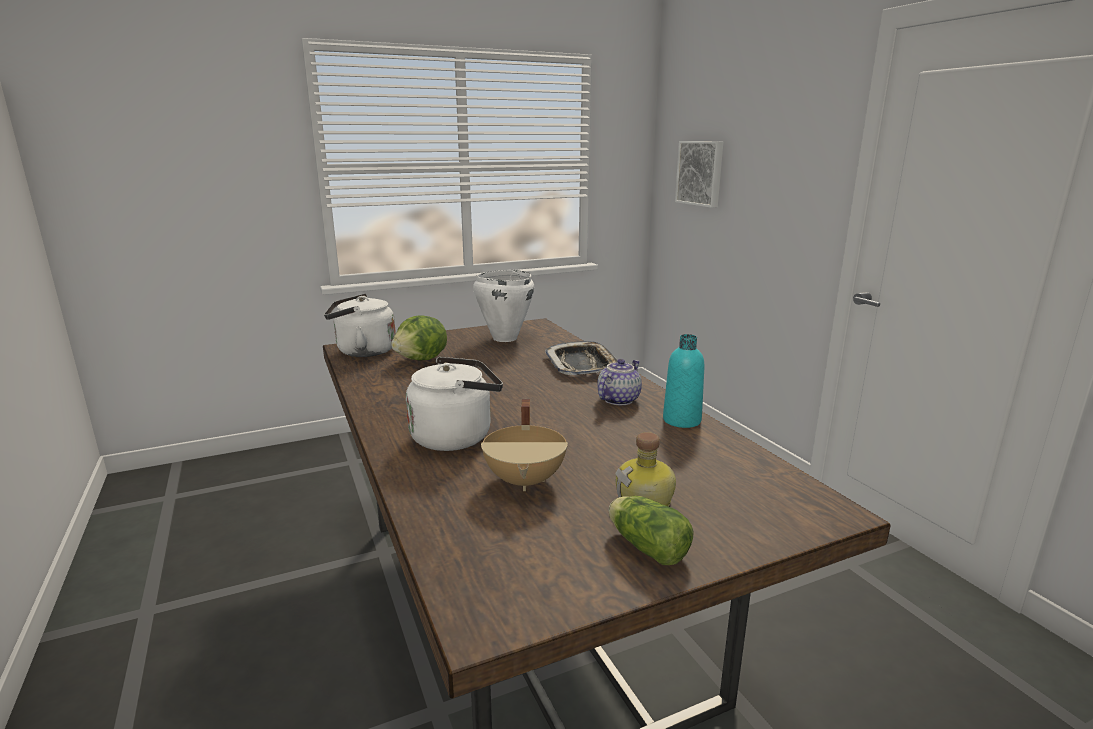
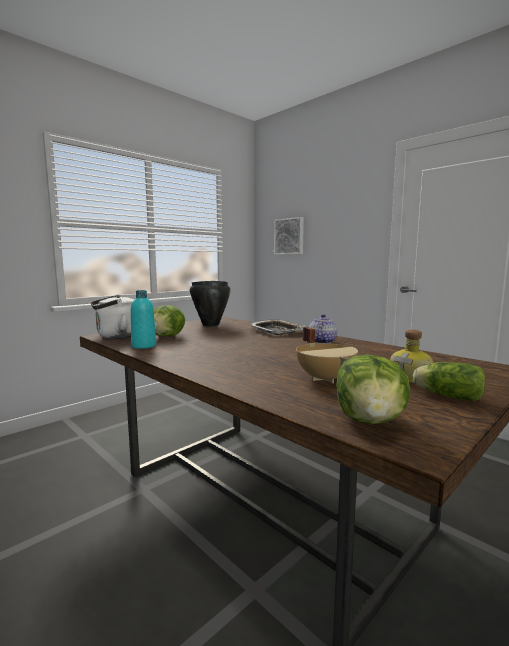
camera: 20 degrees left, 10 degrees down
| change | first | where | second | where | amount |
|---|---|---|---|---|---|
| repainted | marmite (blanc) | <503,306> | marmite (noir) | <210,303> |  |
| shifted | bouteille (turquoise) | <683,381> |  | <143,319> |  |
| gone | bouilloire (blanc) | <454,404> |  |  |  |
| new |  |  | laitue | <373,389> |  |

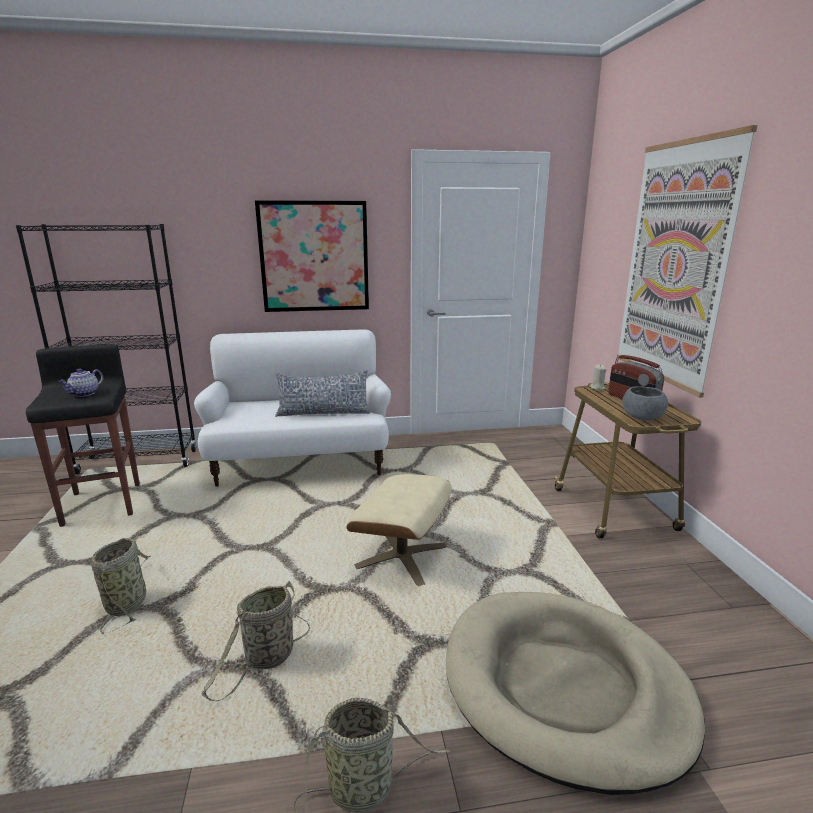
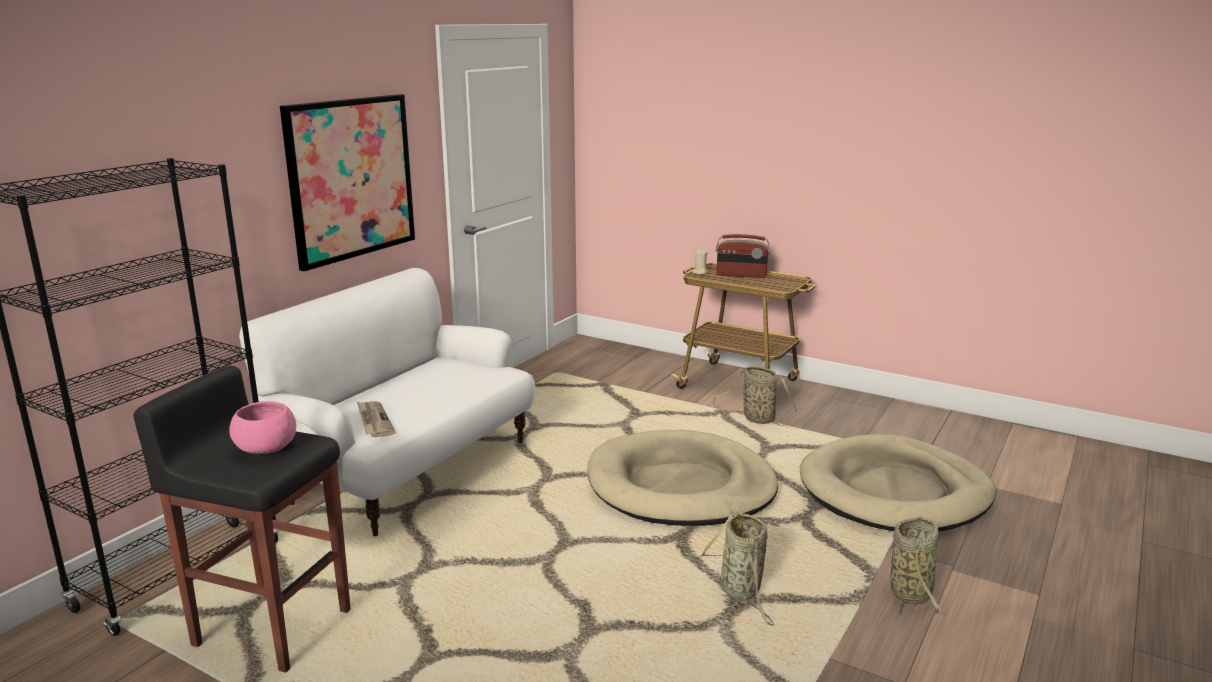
camera: 50 degrees left, 0 degrees up
| change | first | where | second | where | amount |
|---|---|---|---|---|---|
| gone | tableau | <687,261> |  |  |  |
| swapped | théière | <80,383> | bol (rose) | <262,427> |  |
| gone | coussin | <322,394> |  |  |  |
| gone | bol (gris) | <645,403> |  |  |  |
| swapped | pouf (beige) | <399,530> | panier pour chien (beige) | <682,478> |  |
| shifted | panier | <120,586> |  | <755,396> |  |
| new |  |  | journal | <376,419> |  |

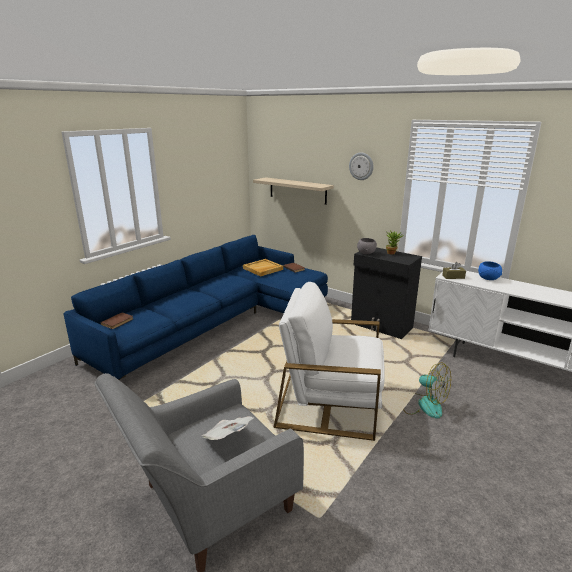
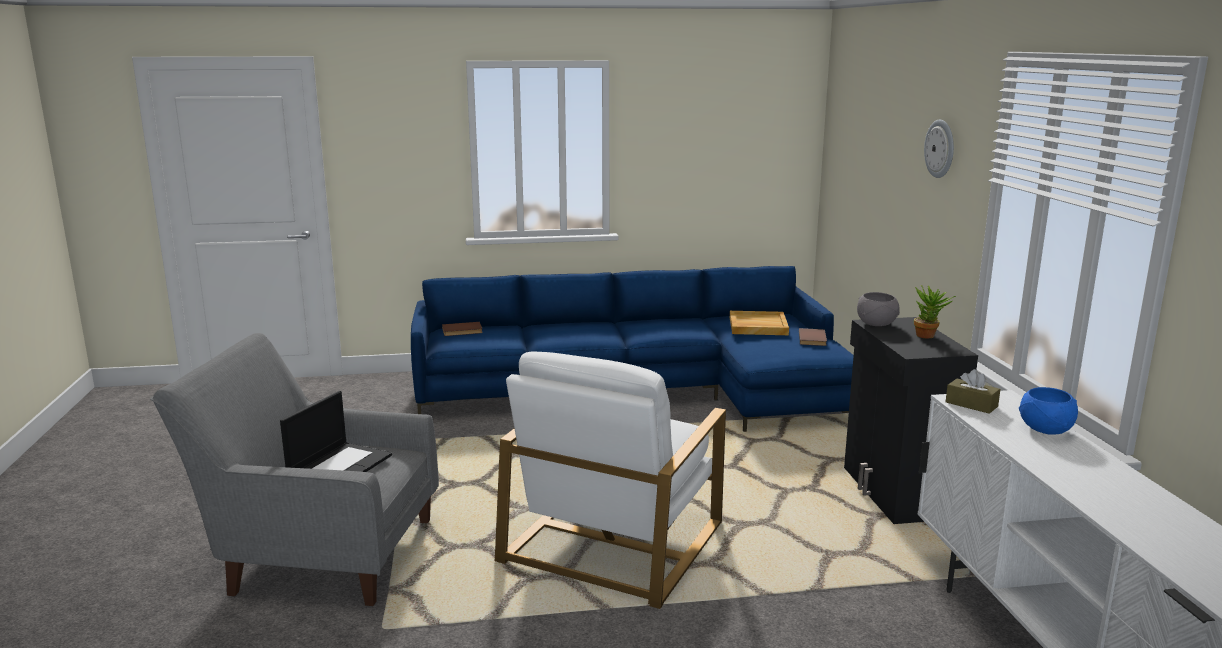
camera: 45 degrees right, 5 degrees down
| change | first | where | second | where | amount |
|---|---|---|---|---|---|
| gone | étagère | <293,191> |  |  |  |
| rotated | fauteuil (blanc) | <329,361> |  | <610,480> | 120 degrees counterclockwise |
| gone | ventilateur | <427,390> |  |  |  |
| swapped | journal | <228,428> | ordinateur portable | <336,431> |  |

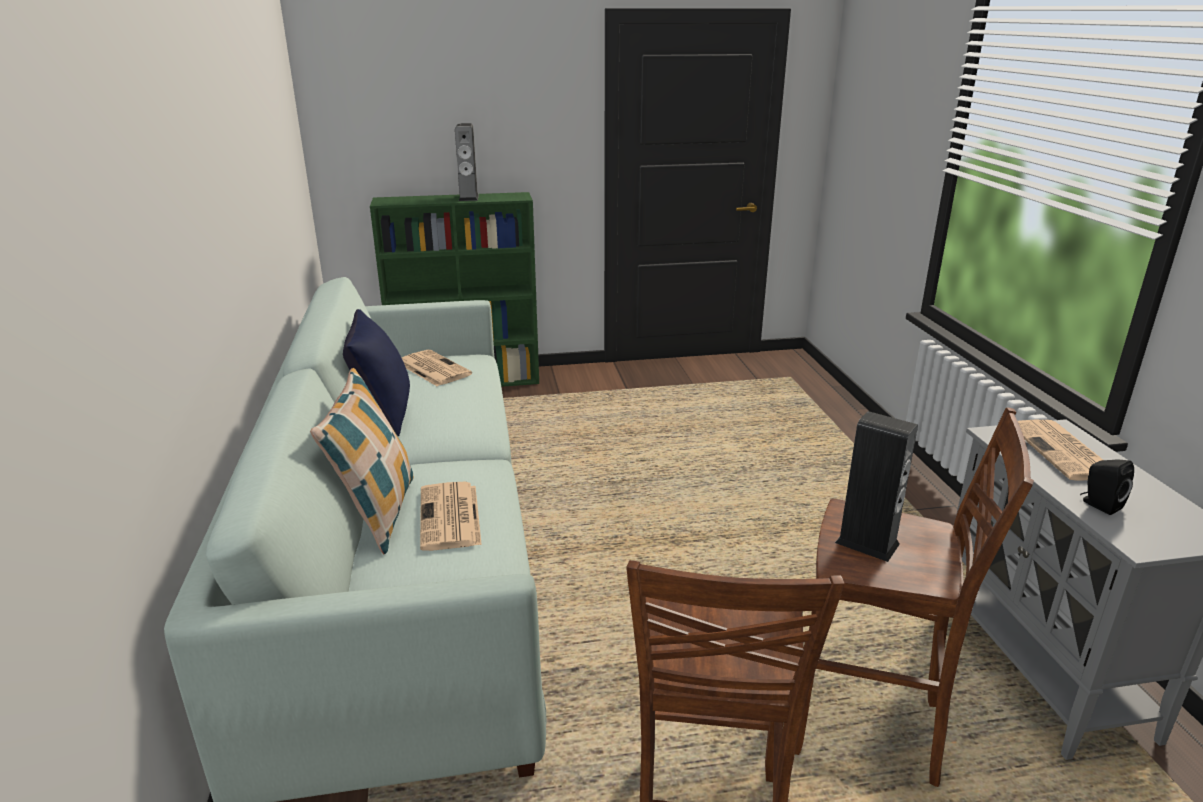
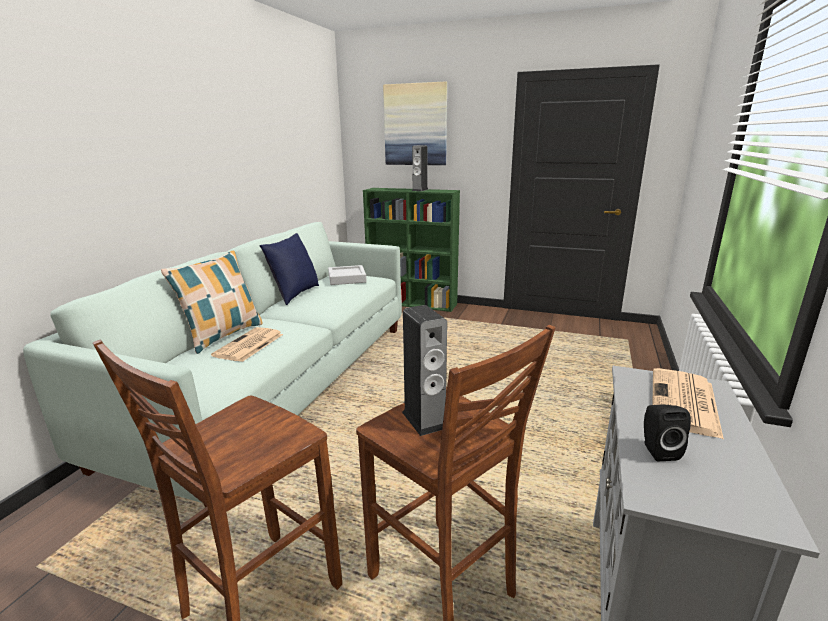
camera: 30 degrees right, 5 degrees down
| change | first | where | second | where | amount |
|---|---|---|---|---|---|
| swapped | journal | <437,368> | plateau (gris) | <347,275> |  |
| new |  |  | tableau | <415,123> |  |

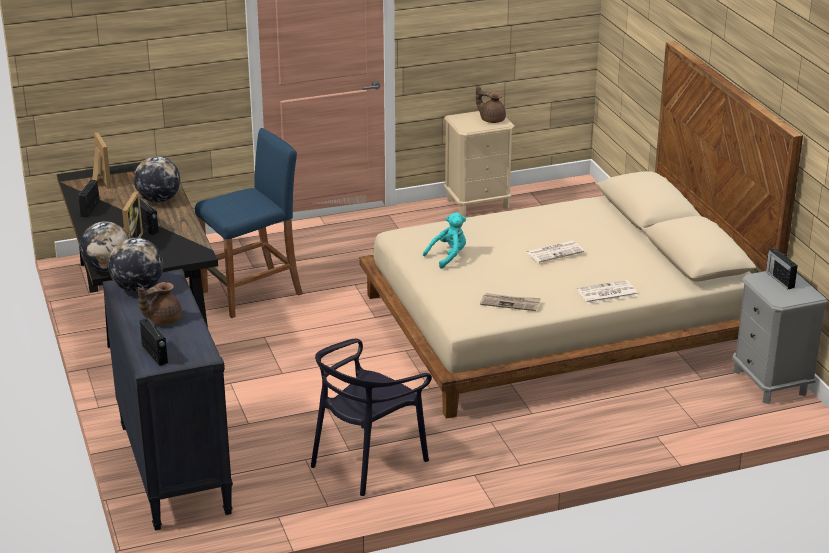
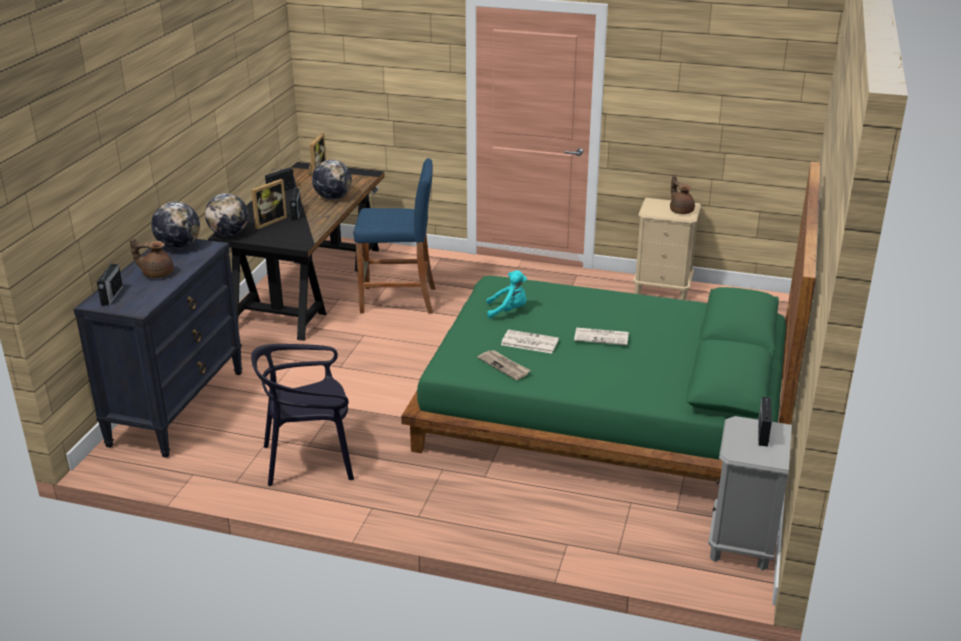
camera: 35 degrees right, 0 degrees up
| change | first | where | second | where | amount |
|---|---|---|---|---|---|
| repainted | lit (beige) | <581,230> | lit (vert) | <611,322> |  |
| shifted | journal | <607,292> |  | <530,342> |  |

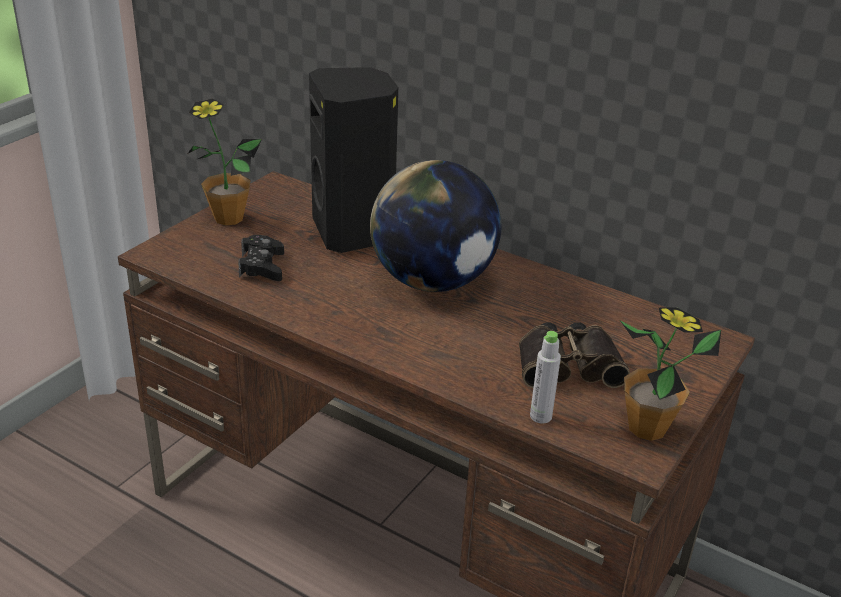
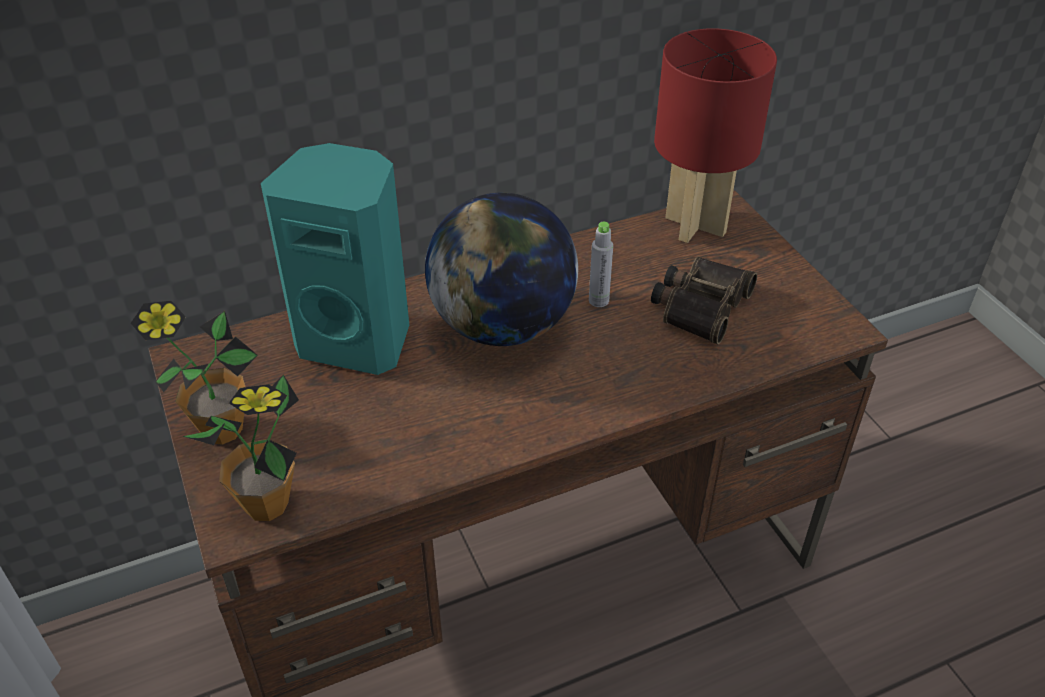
camera: 55 degrees left, 10 degrees up
| change | first | where | second | where | amount |
|---|---|---|---|---|---|
| repainted | enceinte (noir) | <353,160> | enceinte (turquoise) | <335,259> |  |
| gone | manette (noir) | <261,258> |  |  |  |
| shifted | plante en pot | <670,374> |  | <240,448> |  |
| shifted | bouteille (gris) | <545,377> |  | <601,264> |  |
| new |  |  | lampe de table (rouge) | <715,135> |  |

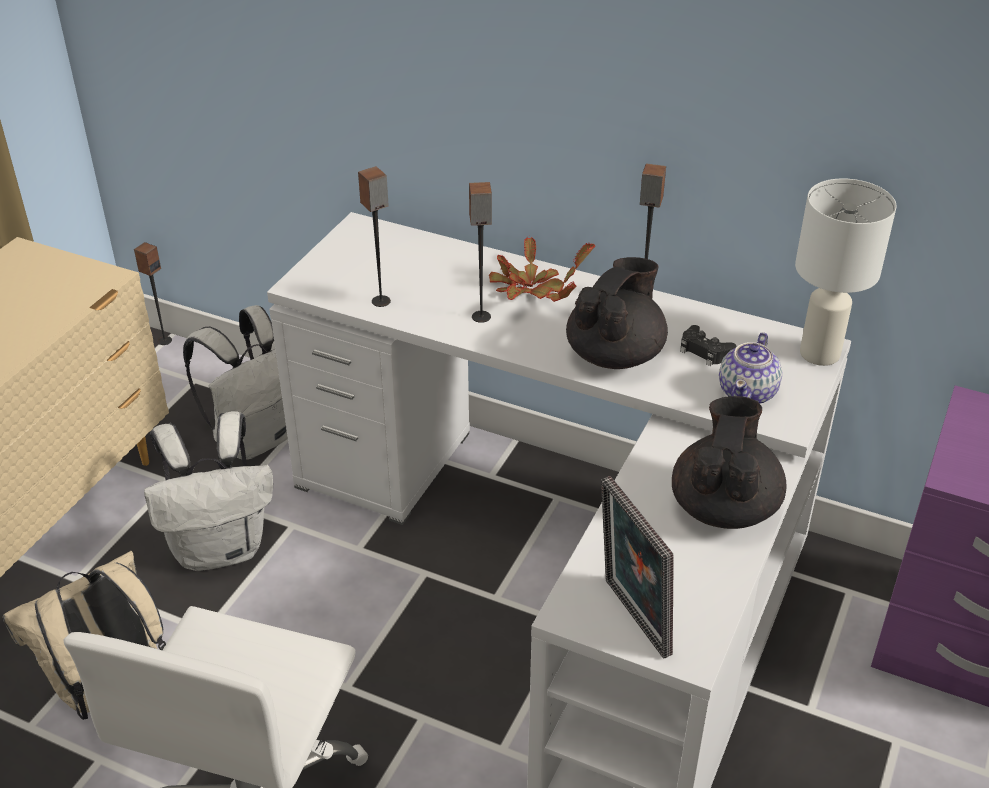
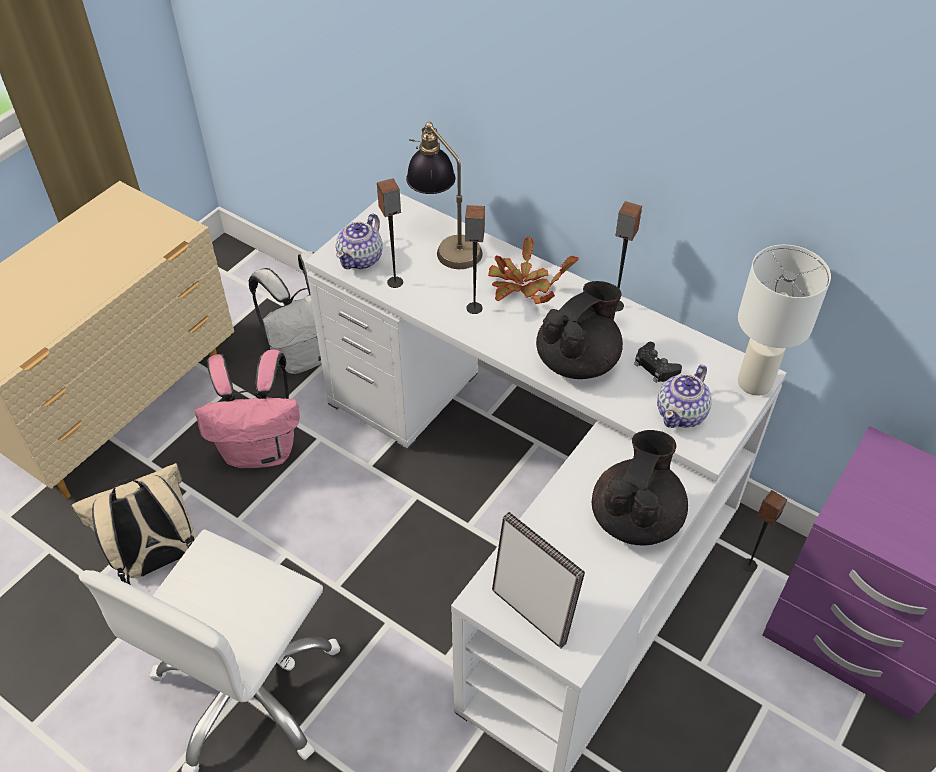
camera: 10 degrees right, 10 degrees up
| change | first | where | second | where | amount |
|---|---|---|---|---|---|
| shifted | enceinte | <153,293> |  | <764,531> |  |
| repainted | sac à dos (blanc) | <208,491> | sac à dos (rose) | <247,408> |  |
| rotated | cadre photo | <637,567> |  | <538,580> | 150 degrees clockwise |
| new |  |  | lampe de table | <444,195> |  |
| new |  |  | théière | <359,241> |  |

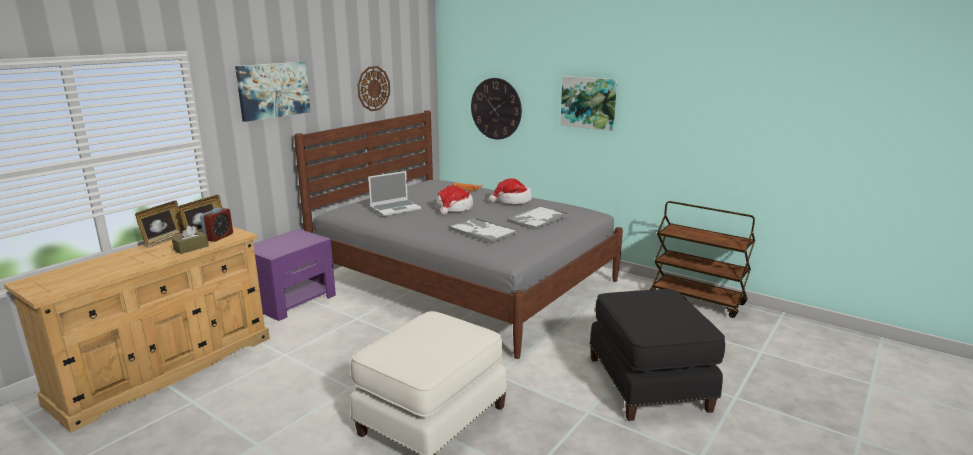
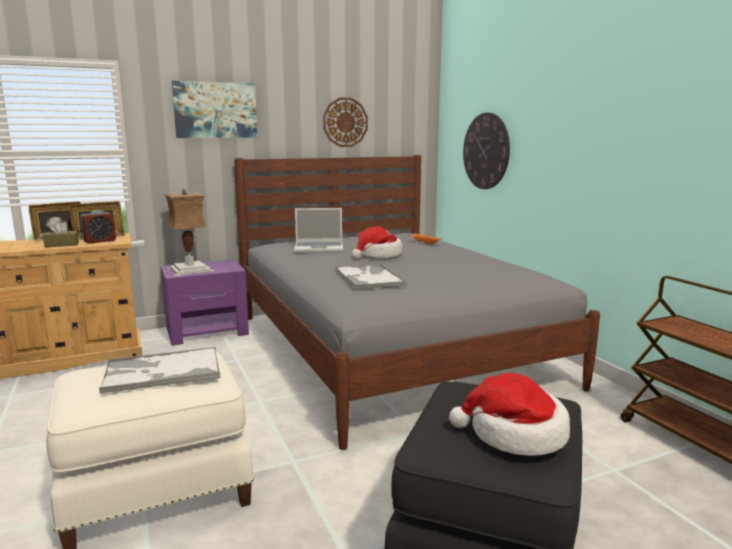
camera: 30 degrees right, 5 degrees down
| change | first | where | second | where | amount |
|---|---|---|---|---|---|
| gone | tableau | <588,103> |  |  |  |
| shifted | chapeau | <510,191> |  | <509,414> |  |
| shifted | plateau | <538,218> |  | <160,370> |  |
| new |  |  | lampe de table | <189,232> |  |

